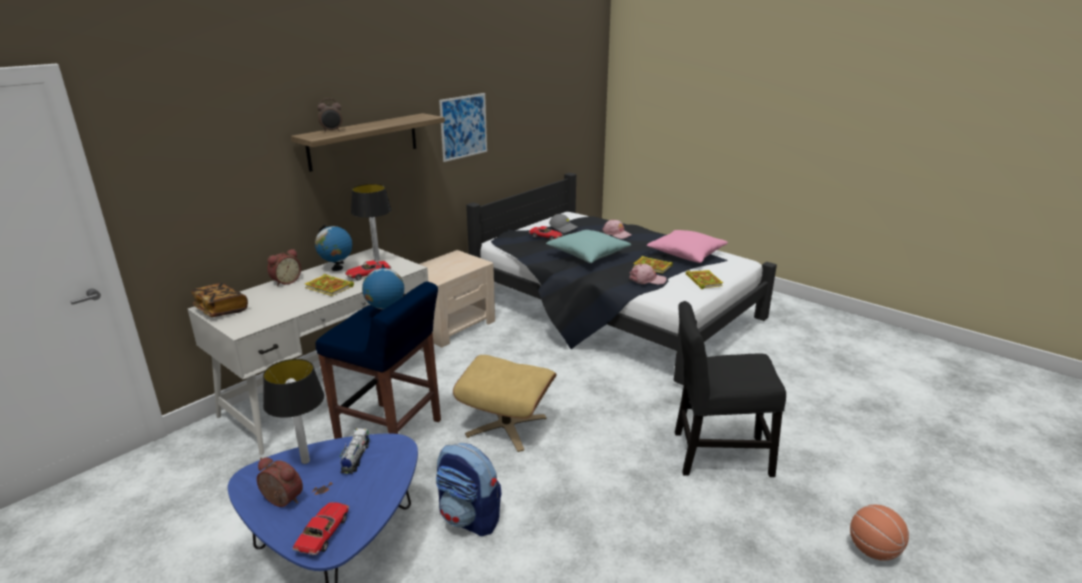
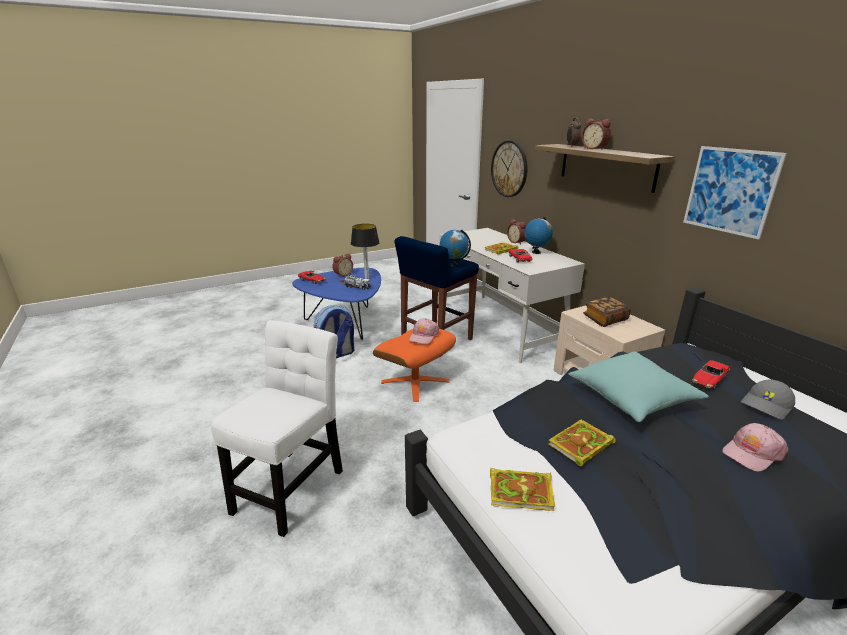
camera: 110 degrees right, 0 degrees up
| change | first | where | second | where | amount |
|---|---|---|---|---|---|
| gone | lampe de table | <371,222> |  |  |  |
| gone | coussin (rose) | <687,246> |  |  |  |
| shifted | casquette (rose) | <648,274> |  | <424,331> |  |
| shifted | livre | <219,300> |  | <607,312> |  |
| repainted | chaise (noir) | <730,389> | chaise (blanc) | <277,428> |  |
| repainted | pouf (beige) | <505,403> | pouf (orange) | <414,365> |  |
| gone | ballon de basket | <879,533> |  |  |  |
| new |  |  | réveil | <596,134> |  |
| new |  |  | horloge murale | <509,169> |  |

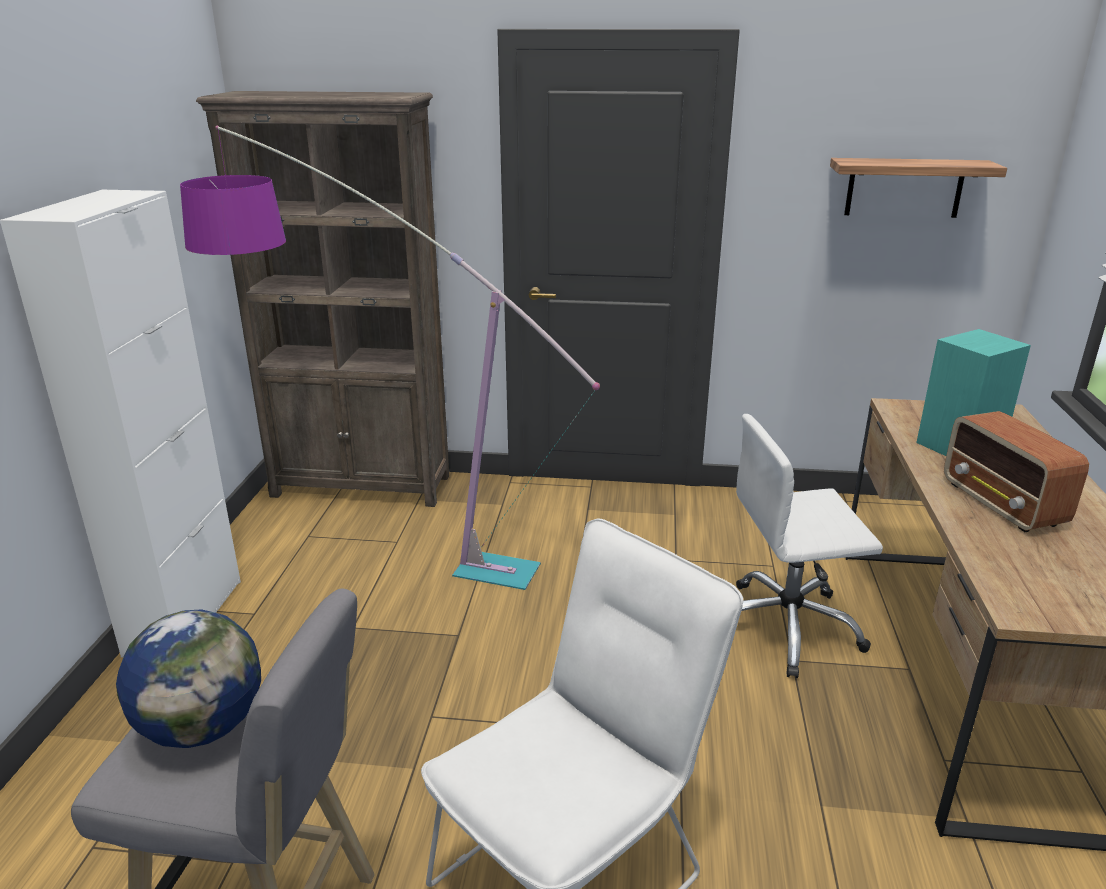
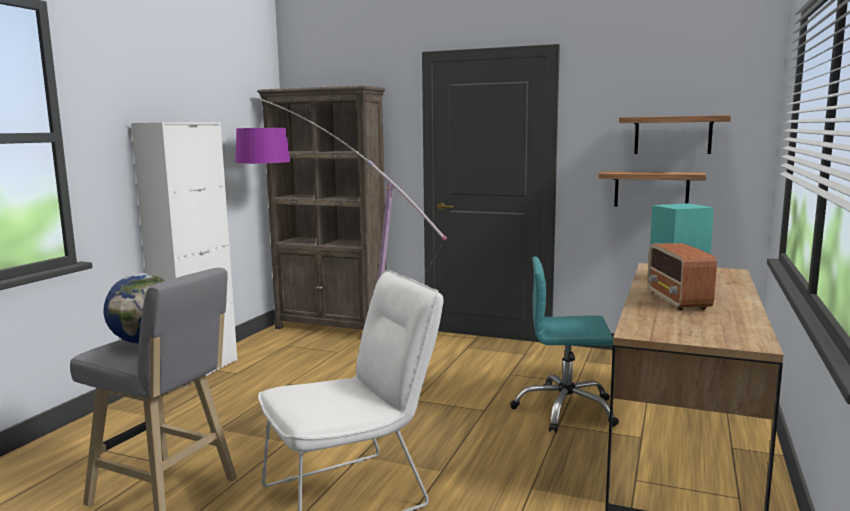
camera: 15 degrees right, 15 degrees down
| change | first | where | second | where | amount |
|---|---|---|---|---|---|
| repainted | chaise de bureau (blanc) | <809,546> | chaise de bureau (turquoise) | <564,344> |  |
| new |  |  | étagère | <652,189> |  |

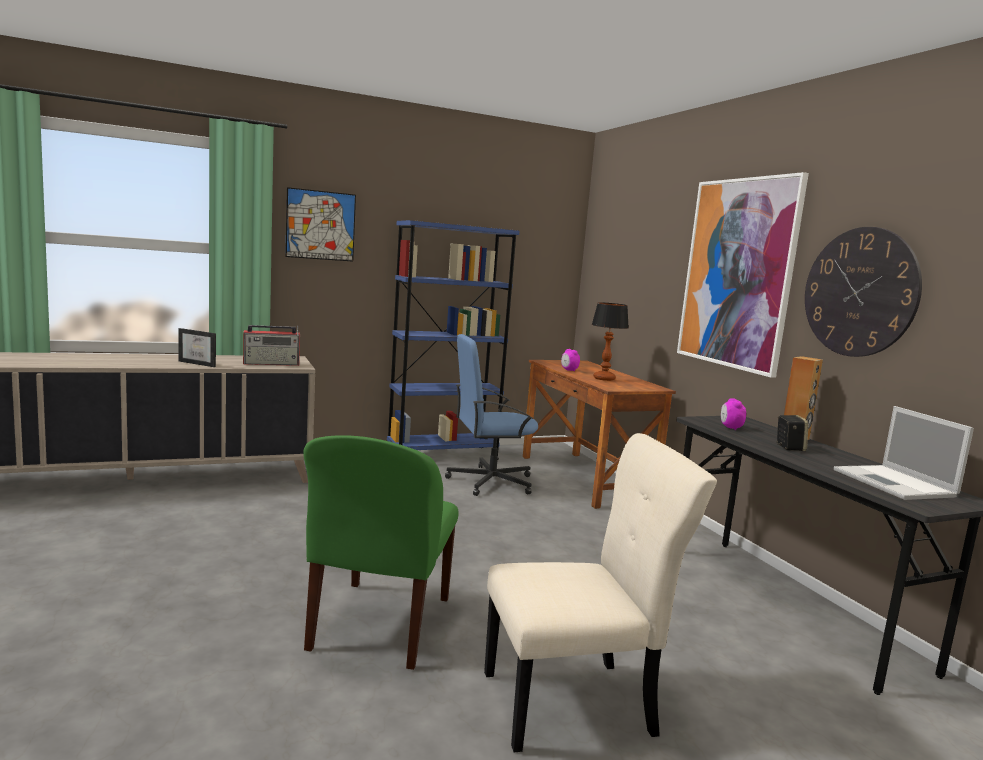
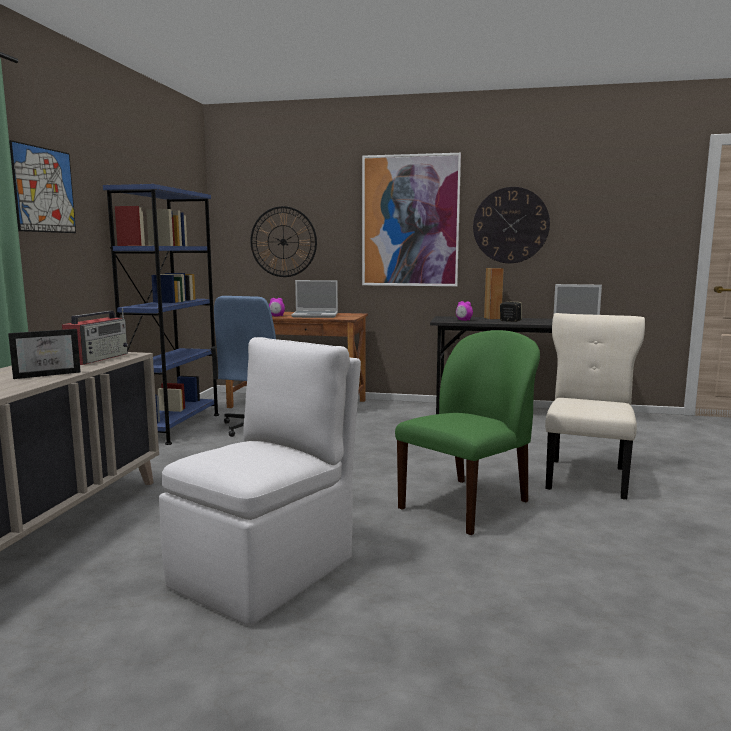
camera: 55 degrees left, 0 degrees up
| change | first | where | second | where | amount |
|---|---|---|---|---|---|
| swapped | lampe de table | <610,341> | ordinateur portable | <314,299> |  |
| rotated | chaise (vert) | <381,552> |  | <467,432> | 90 degrees counterclockwise |
| new |  |  | horloge murale | <283,241> |  |
| new |  |  | chaise (blanc) | <260,481> |  |

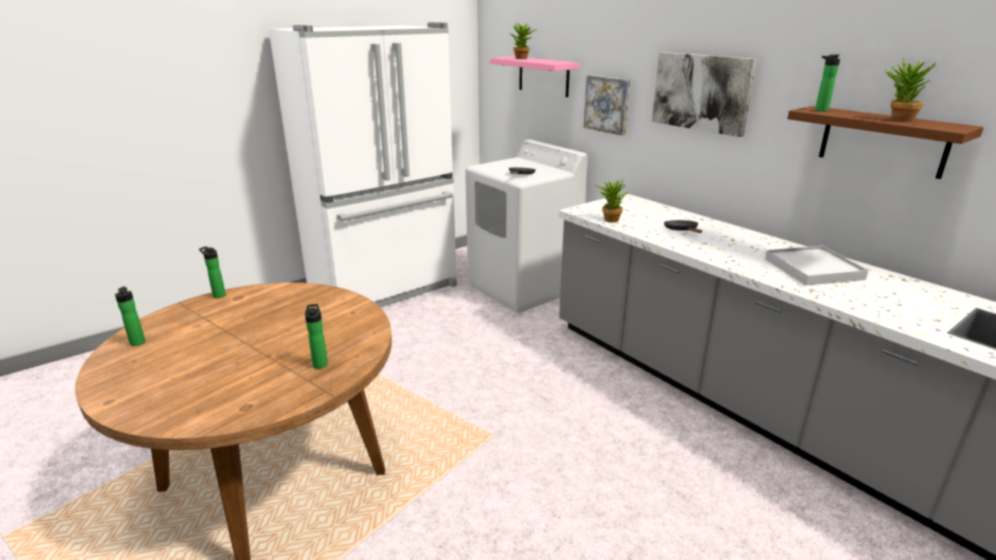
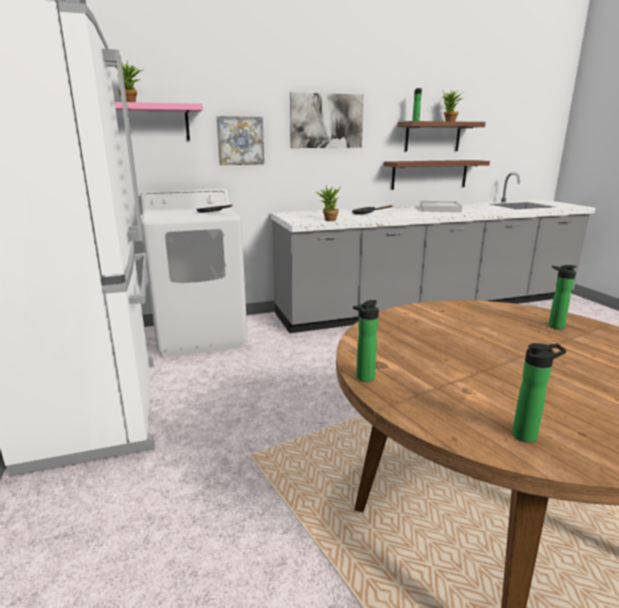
camera: 70 degrees left, 5 degrees down
| change | first | where | second | where | amount |
|---|---|---|---|---|---|
| new |  |  | étagère (marron) | <437,175> |  |

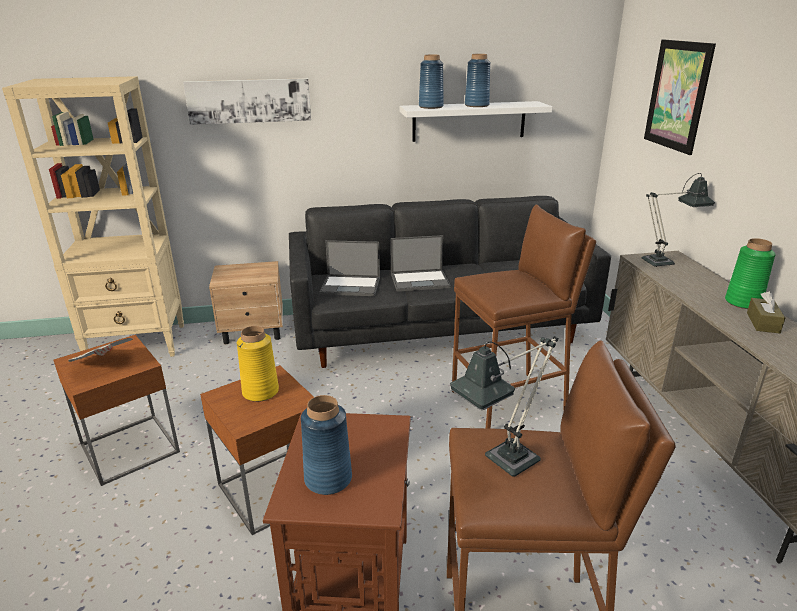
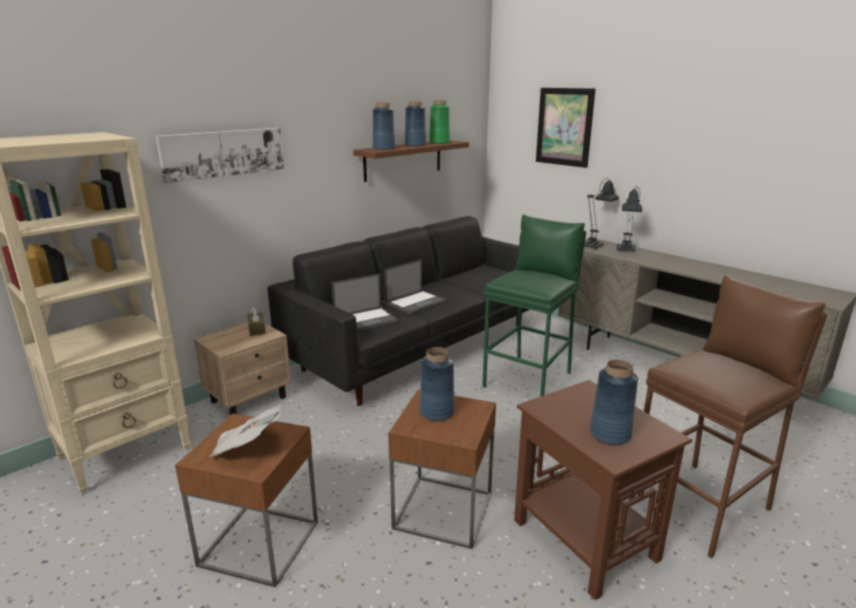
camera: 35 degrees left, 5 degrees down
| change | first | where | second | where | amount |
|---|---|---|---|---|---|
| repainted | étagère (blanc) | <476,121> | étagère (marron) | <411,161> |  |
| repainted | tabouret (marron) | <524,316> | tabouret (vert) | <534,305> |  |
| shifted | vase (vert) | <750,273> |  | <439,122> |  |
| shifted | boîte à mouchoirs (marron) | <766,312> |  | <256,321> |  |
| repainted | vase (jaune) | <258,364> | vase (bleu) | <437,384> |  |
| shifted | lampe de table | <504,406> |  | <630,218> |  |

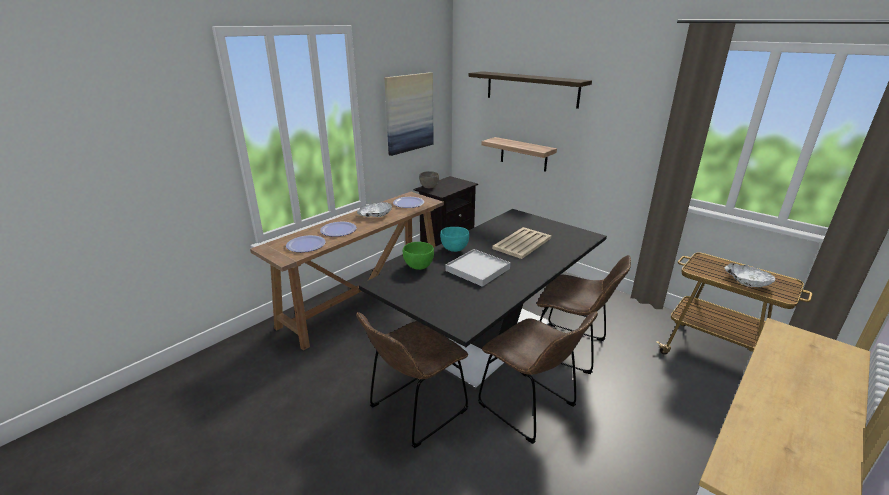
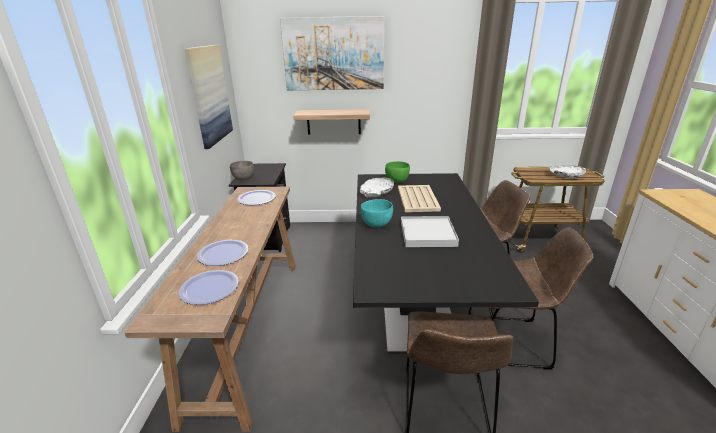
camera: 40 degrees left, 0 degrees up
| change | first | where | second | where | amount |
|---|---|---|---|---|---|
| swapped | étagère | <530,90> | tableau | <332,53> |  |
| shifted | bol (blanc) | <374,209> |  | <377,187> |  |
| shifted | bol (vert) | <418,256> |  | <397,172> |  |

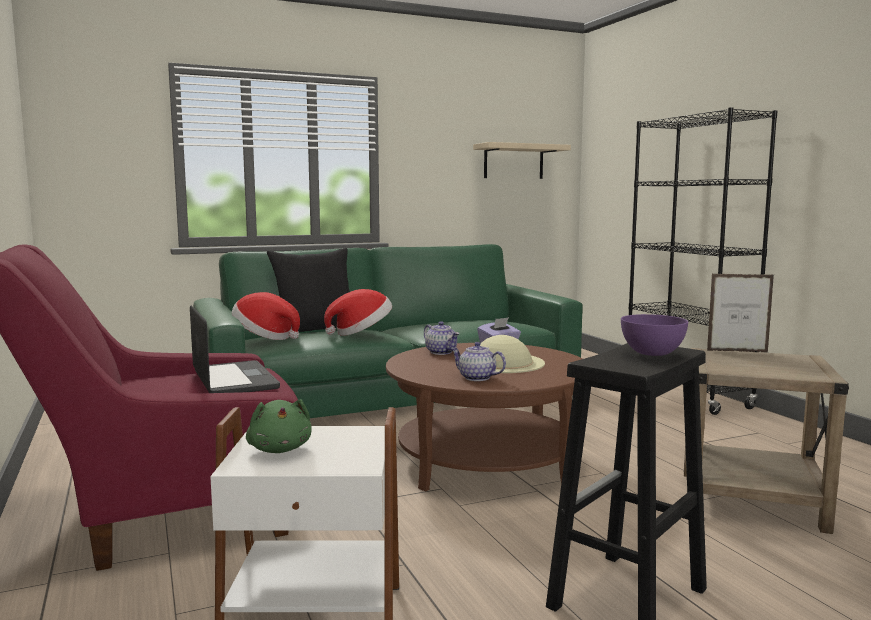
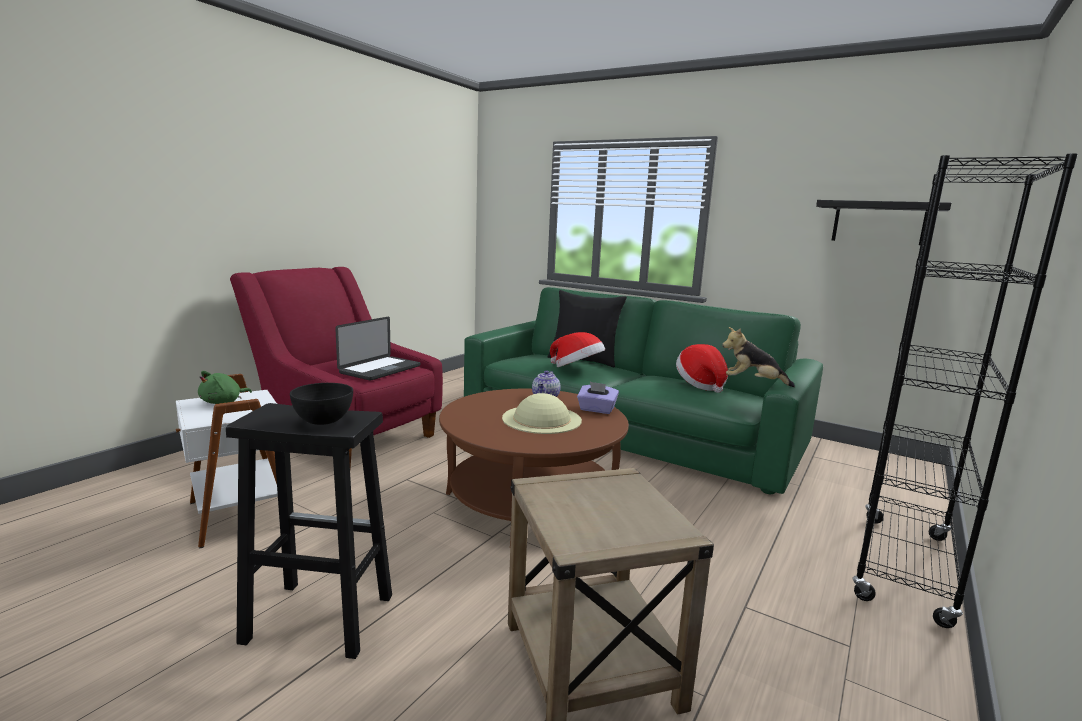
camera: 55 degrees right, 5 degrees up
| change | first | where | second | where | amount |
|---|---|---|---|---|---|
| repainted | étagère (beige) | <522,160> | étagère (noir) | <883,222> |  |
| gone | cadre photo | <740,313> |  |  |  |
| shifted | chapeau | <266,316> |  | <702,368> |  |
| repainted | bol (violet) | <654,335> | bol (noir) | <321,404> |  |
| gone | théière | <478,361> |  |  |  |
| new |  |  | peluche | <758,357> |  |

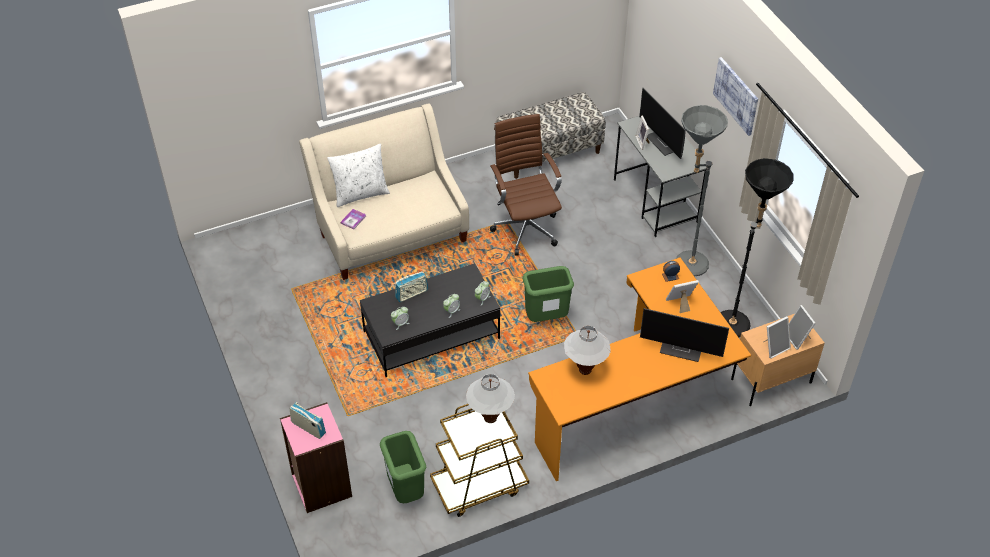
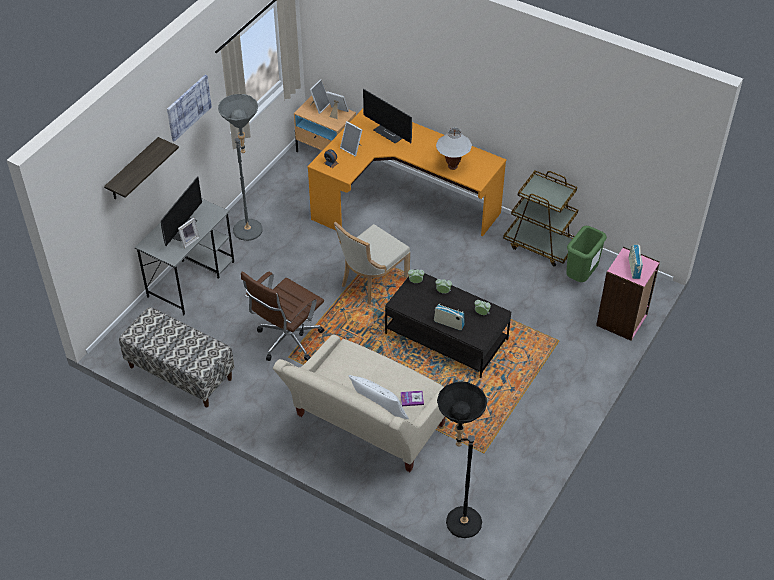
camera: 125 degrees left, 0 degrees up
| change | first | where | second | where | amount |
|---|---|---|---|---|---|
| shifted | lampadaire (noir) | <757,247> |  | <462,459> |  |
| swapped | poubelle (vert) | <548,294> | chaise (beige) | <372,263> |  |
| rotated | écran d'ordinateur | <684,335> |  | <387,116> | 150 degrees clockwise |
| gone | lampe de table (blanc) | <490,398> |  |  |  |
| new |  |  | étagère | <141,168> |  |

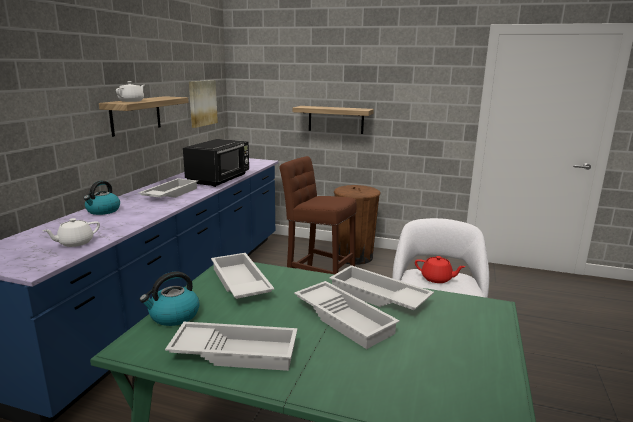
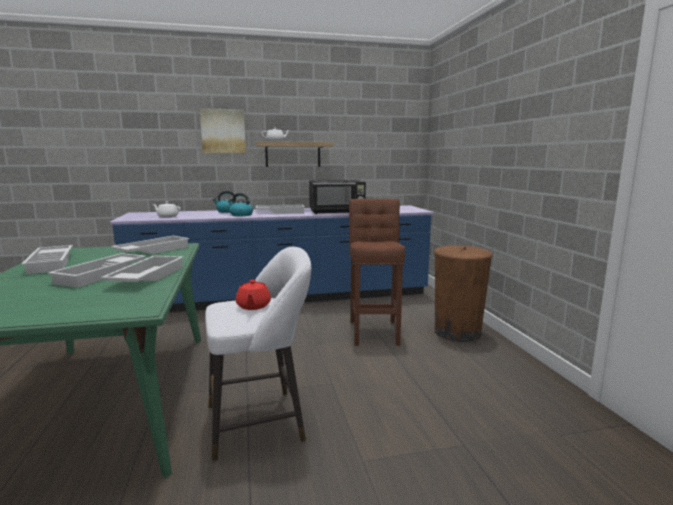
camera: 60 degrees right, 5 degrees down
| change | first | where | second | where | amount |
|---|---|---|---|---|---|
| shifted | tableau | <203,104> |  | <223,130> |  |
| gone | étagère | <333,120> |  |  |  |
| shifted | bouilloire | <169,299> |  | <240,204> |  |

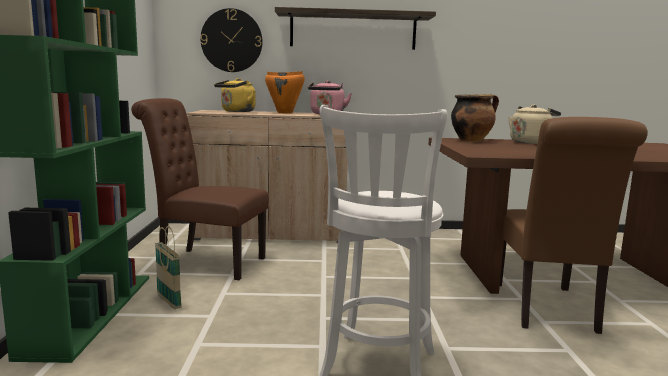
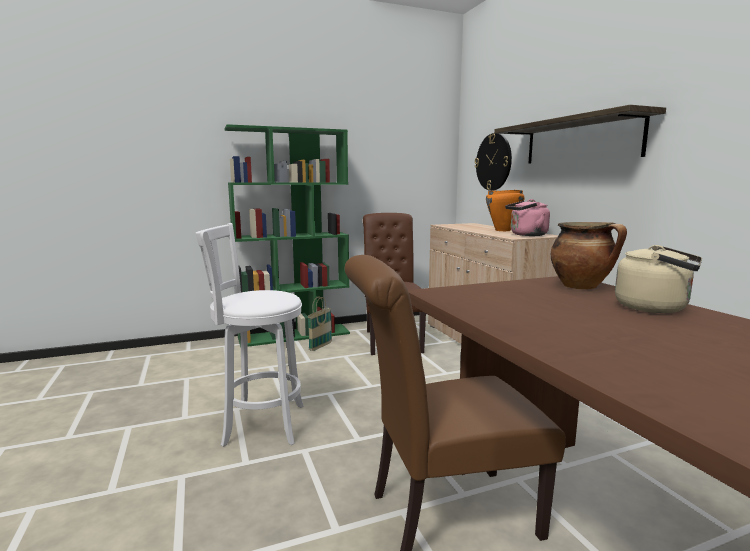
camera: 70 degrees right, 0 degrees up
| change | first | where | second | where | amount |
|---|---|---|---|---|---|
| gone | bouilloire (jaune) | <235,95> |  |  |  |

